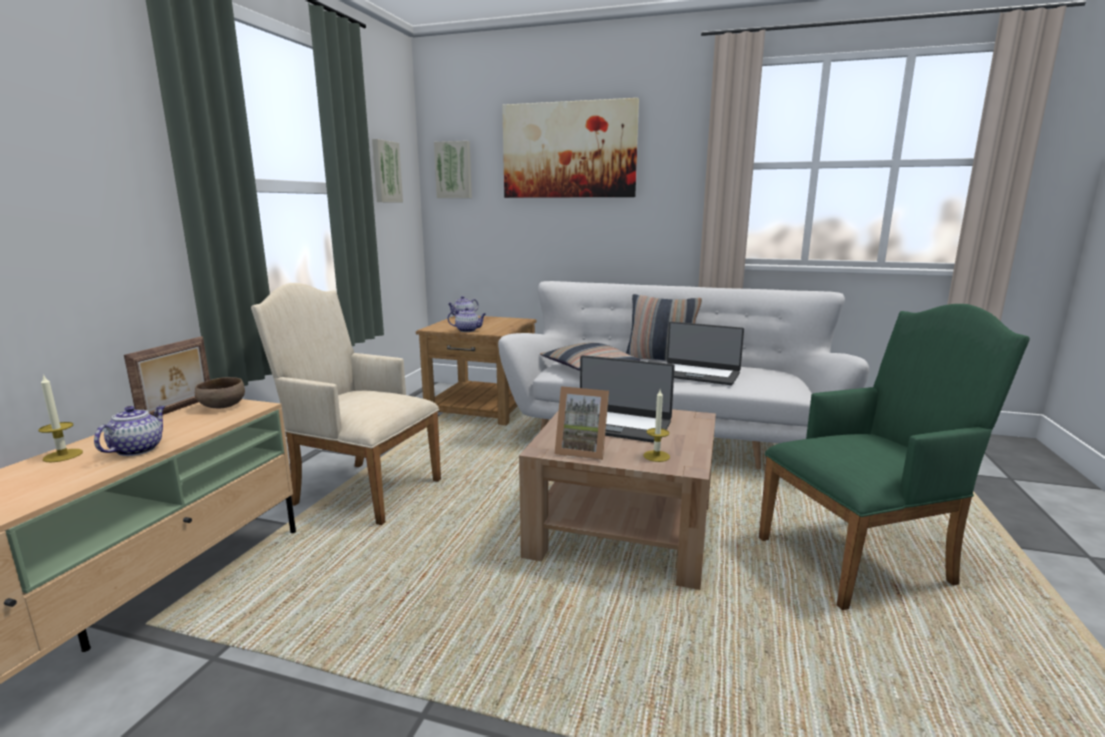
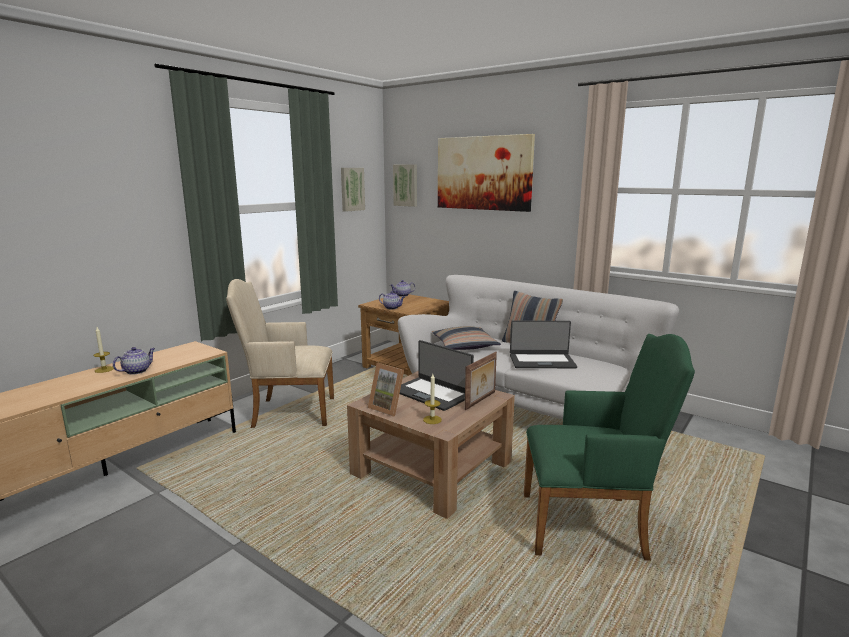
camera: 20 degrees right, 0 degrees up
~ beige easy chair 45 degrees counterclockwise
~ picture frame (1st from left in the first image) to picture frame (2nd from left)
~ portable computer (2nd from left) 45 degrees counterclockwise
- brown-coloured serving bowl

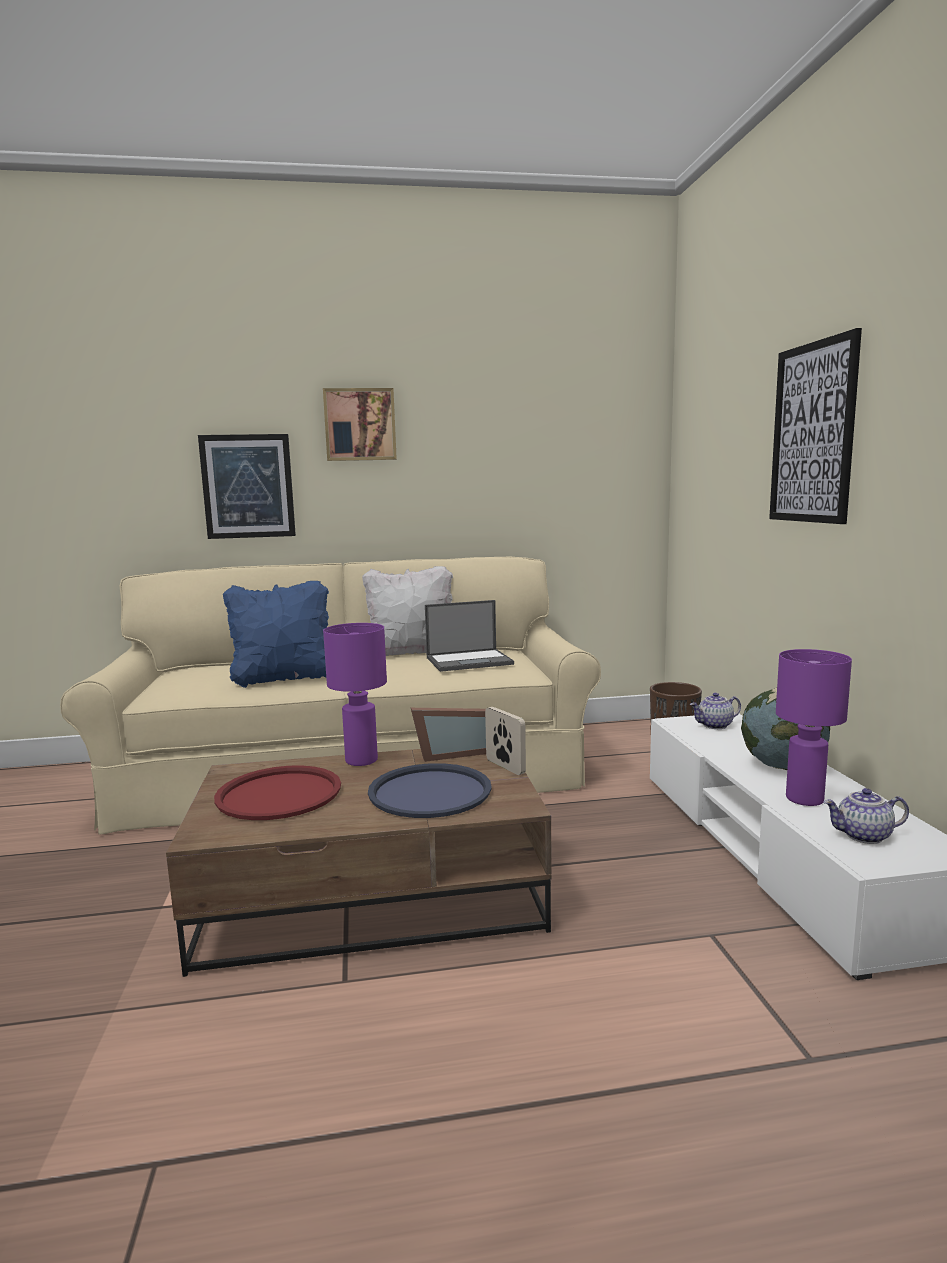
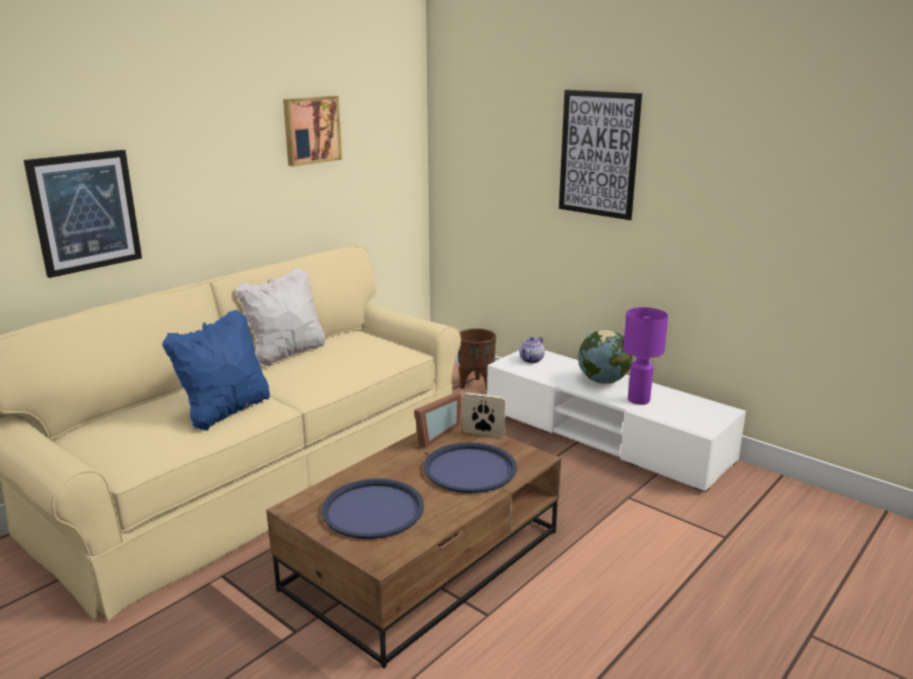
camera: 40 degrees left, 10 degrees up
~ picture (2nd from left)
~ red-coloured carrying tray to blue-coloured carrying tray (1st from left)
- purple lamp for a table (1st from left)
- portable computer
- pot for tea (2nd from left)

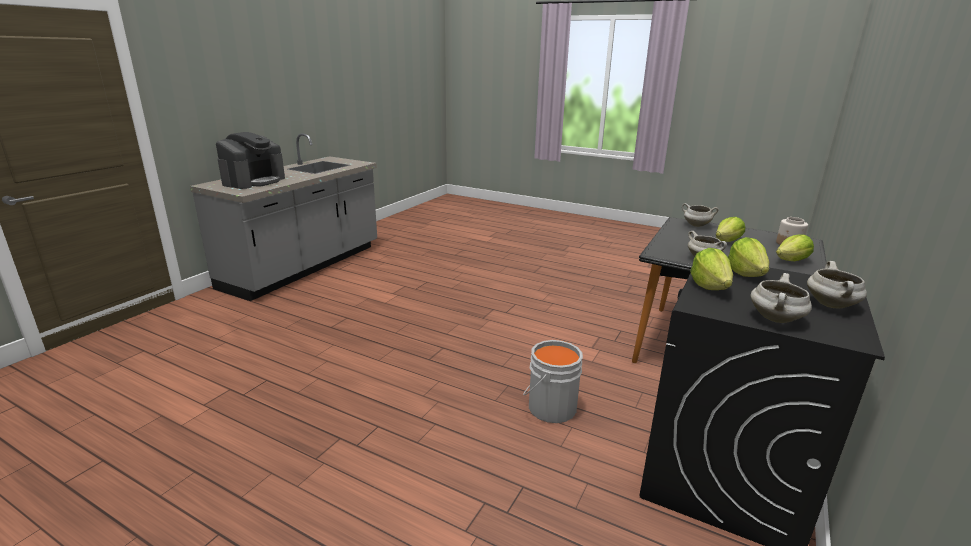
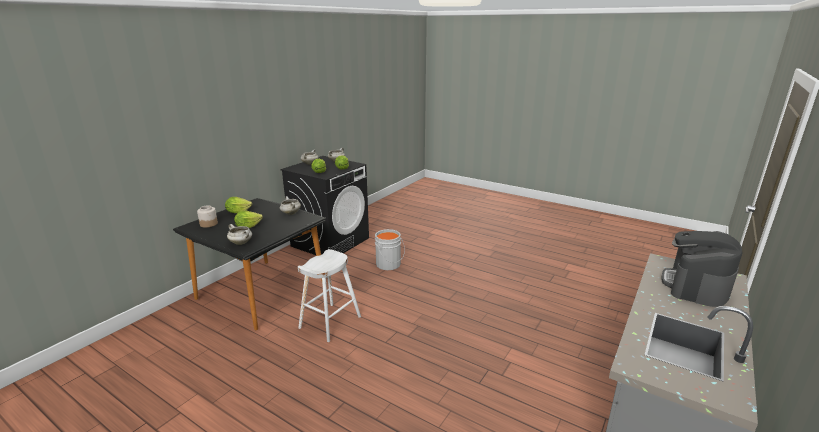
camera: 175 degrees left, 0 degrees up
+ white-coloured stool seat

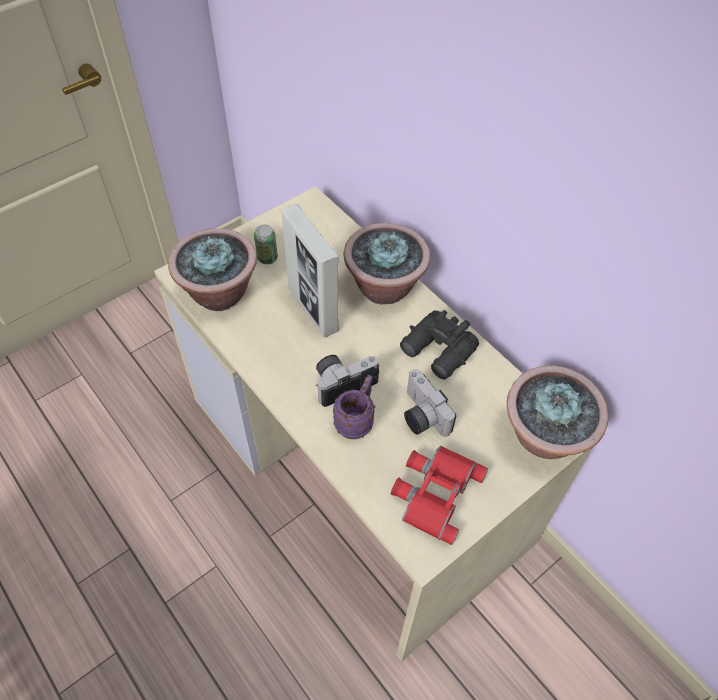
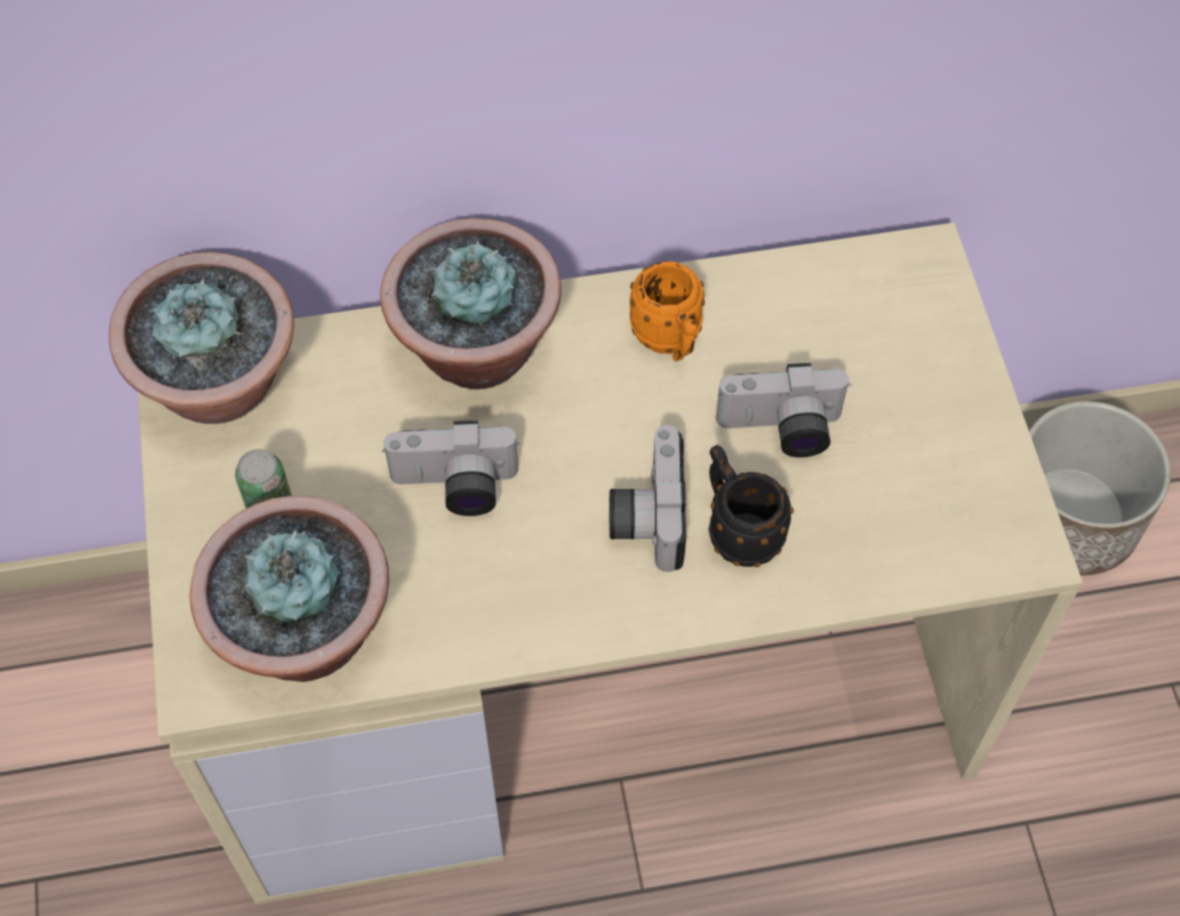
camera: 60 degrees left, 5 degrees up
~ plant in a pot (3rd from left in the first image) to plant in a pot (1st from left)
~ picture frame to still camera (1st from left)
~ black-coloured binoculars to orange coffee mug
~ purple coffee mug to black-coloured coffee mug
+ plant pot
- red-coloured binoculars

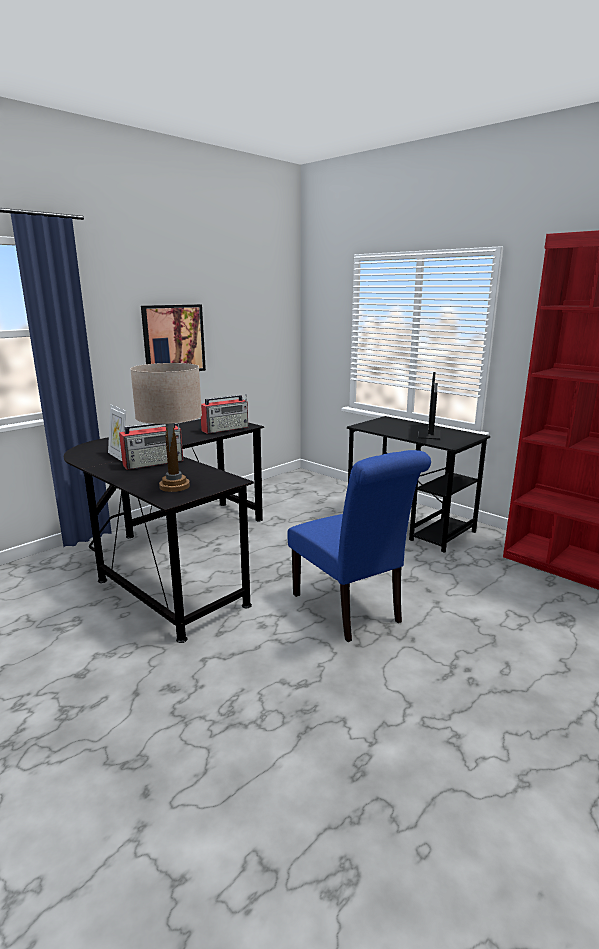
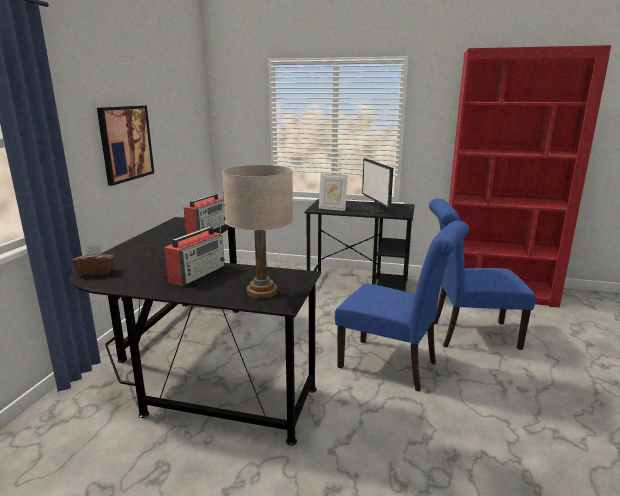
camera: 30 degrees left, 0 degrees up
+ brown-coloured tissue holder
~ picture frame
+ blue-coloured chair (2nd from left)

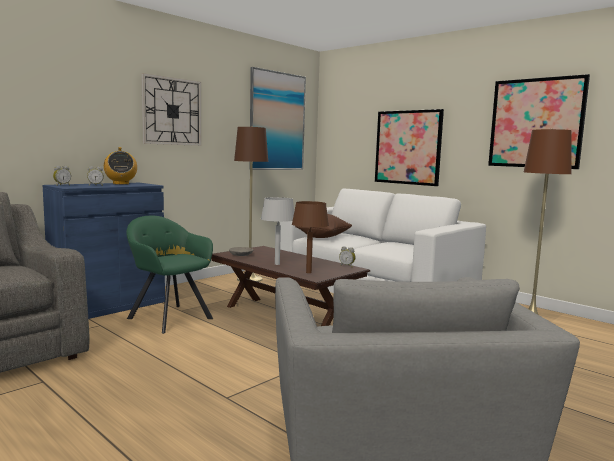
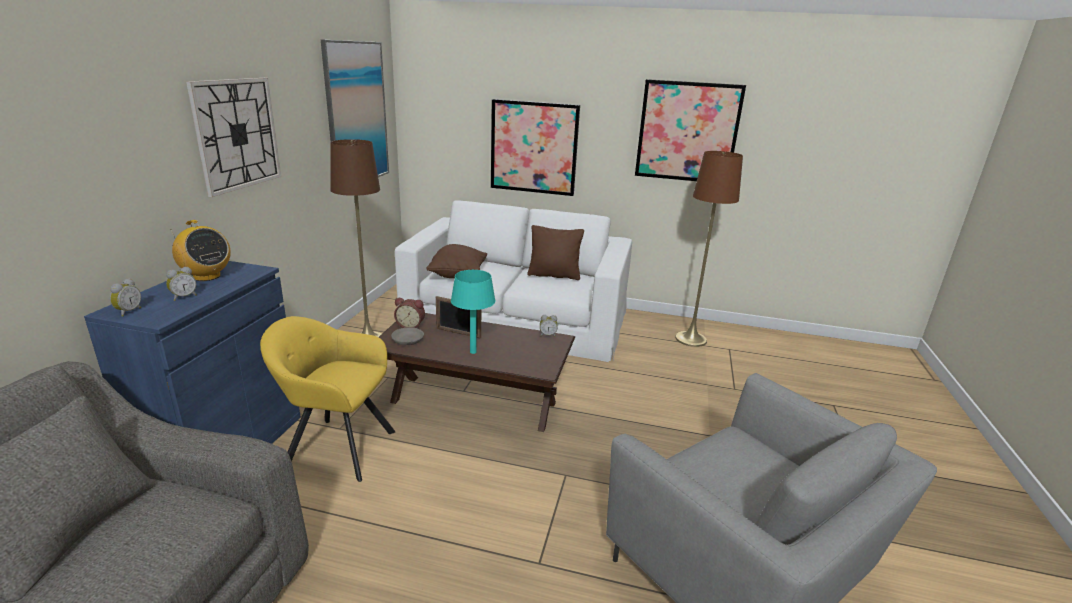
camera: 30 degrees left, 15 degrees up
~ green-coloured easy chair to yellow-coloured easy chair
+ alarm clock (3rd from left)
+ picture frame
~ grey lamp for a table to turquoise lamp for a table
+ brown-coloured cushion (2nd from left)
- brown-coloured lamp for a table

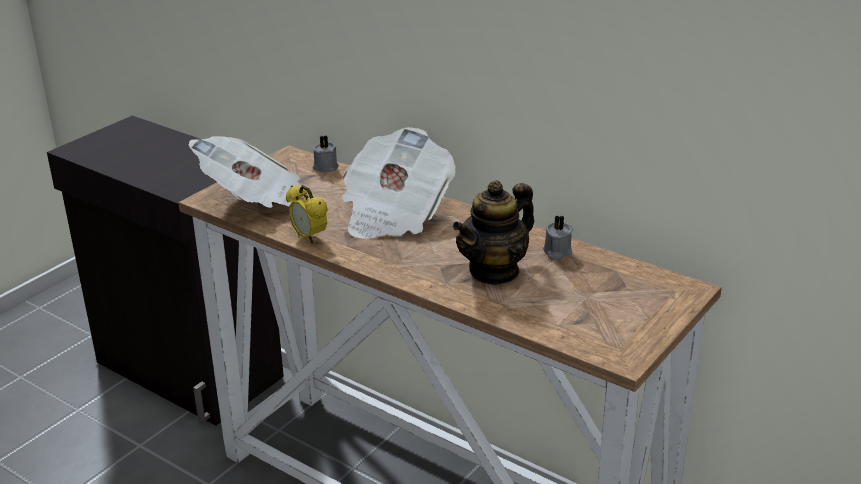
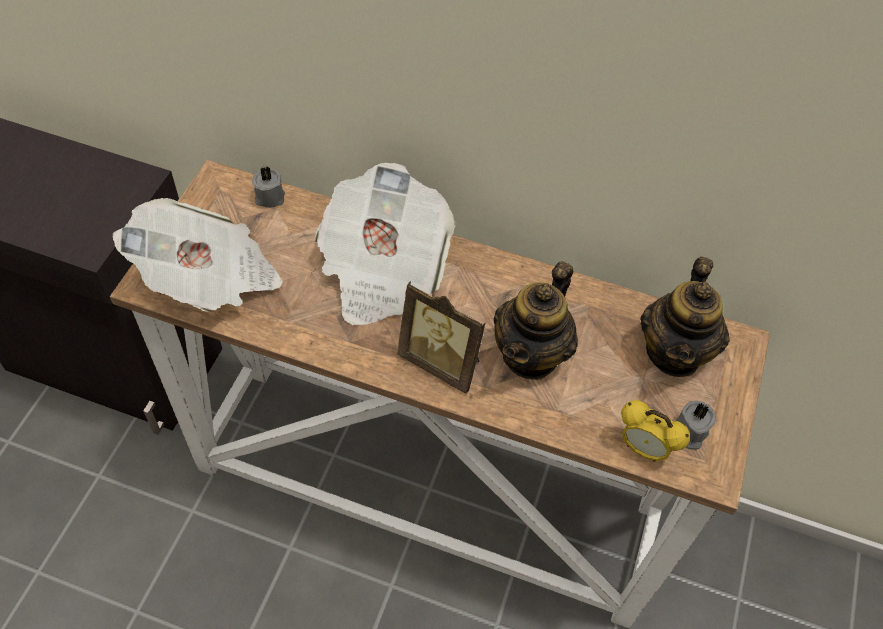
camera: 20 degrees left, 25 degrees up
+ picture frame
~ alarm clock
+ pot for tea (2nd from left)
~ grey wax light (2nd from left)

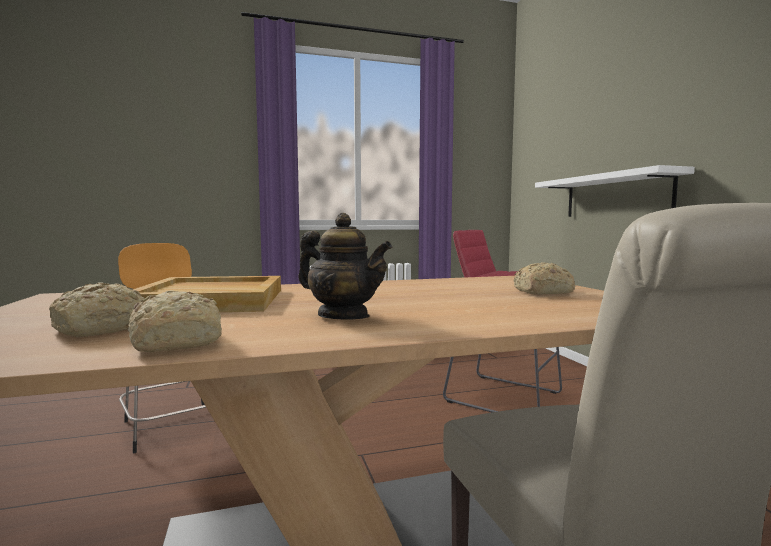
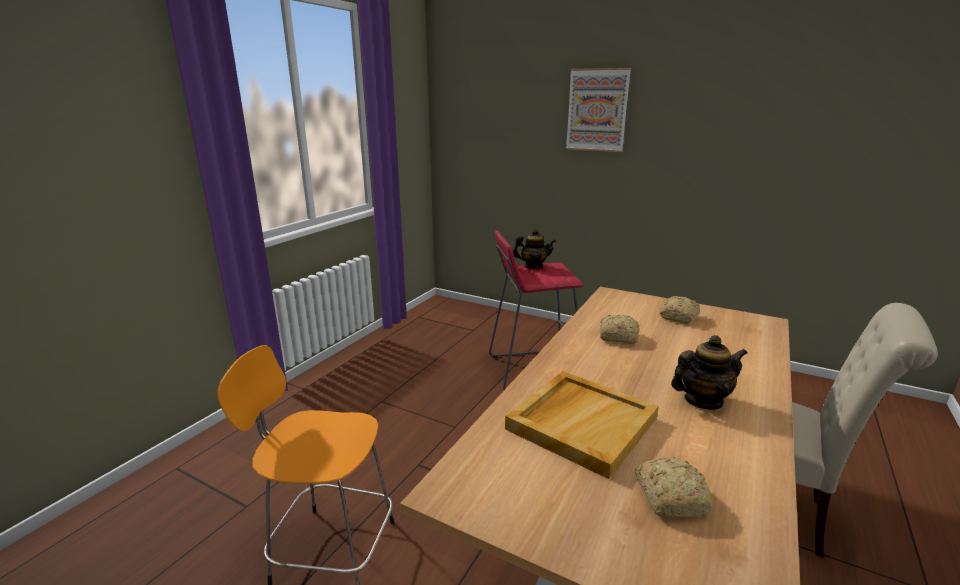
camera: 45 degrees left, 15 degrees up
+ pot for tea (1st from left)
+ picture
~ bread (2nd from left in the first image) to bread (1st from left)
- white-coloured shelf

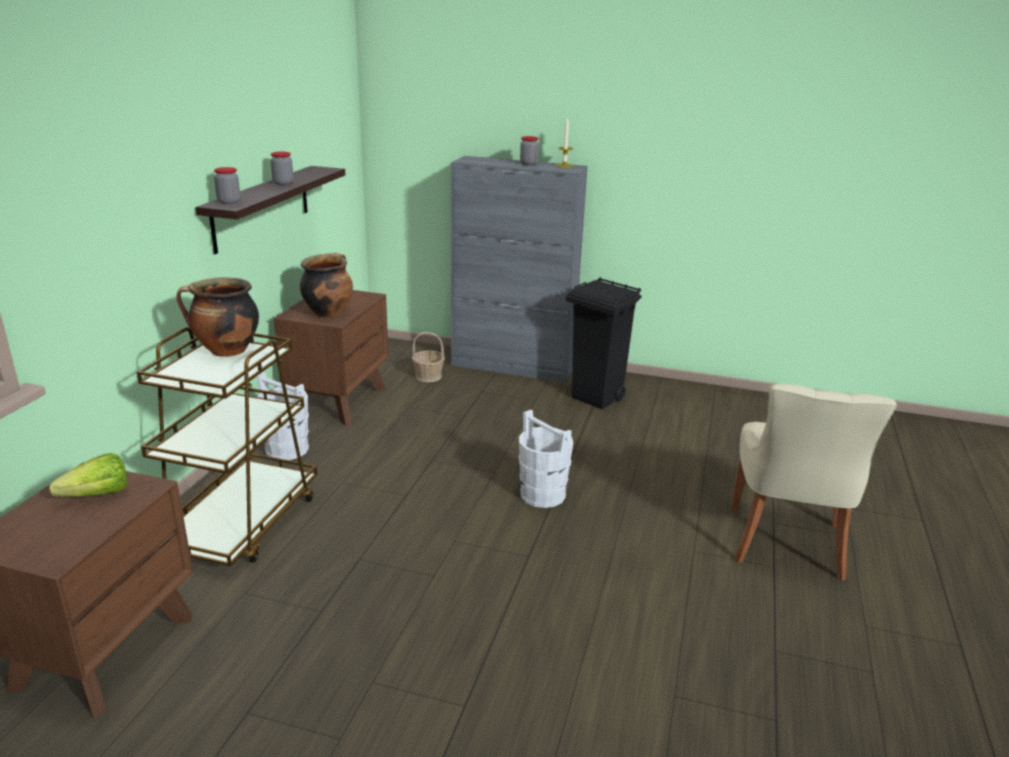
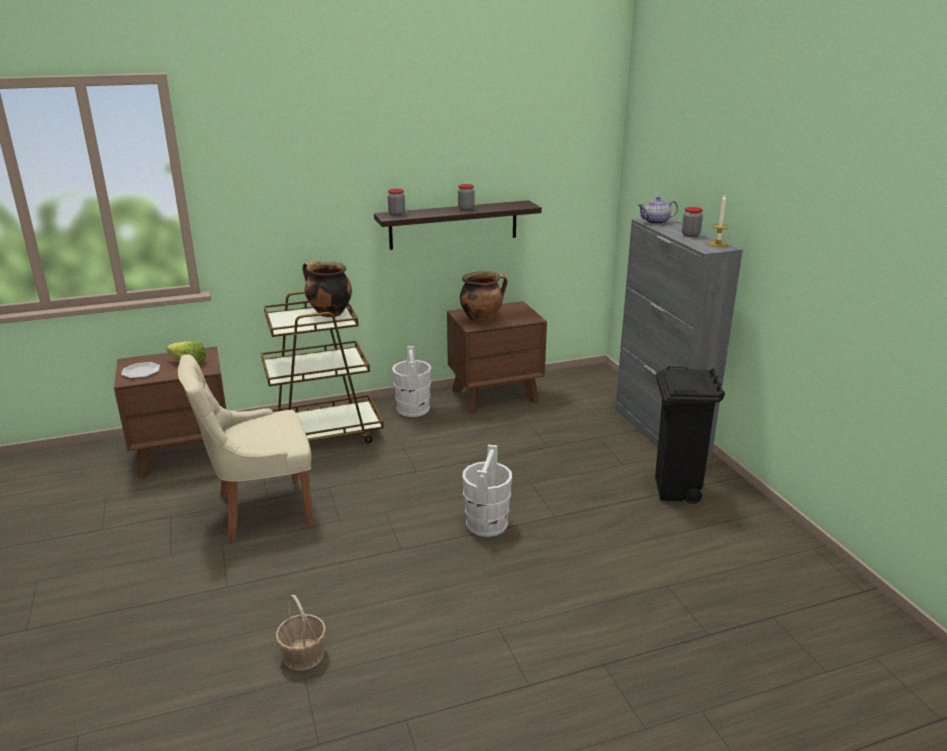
camera: 55 degrees right, 0 degrees up
+ plate
~ beige chair
~ household basket
+ pot for tea

